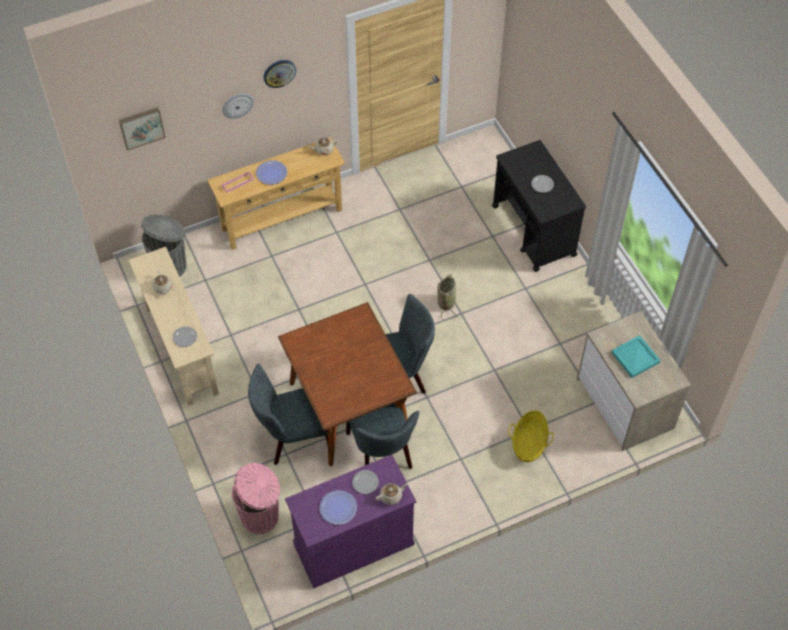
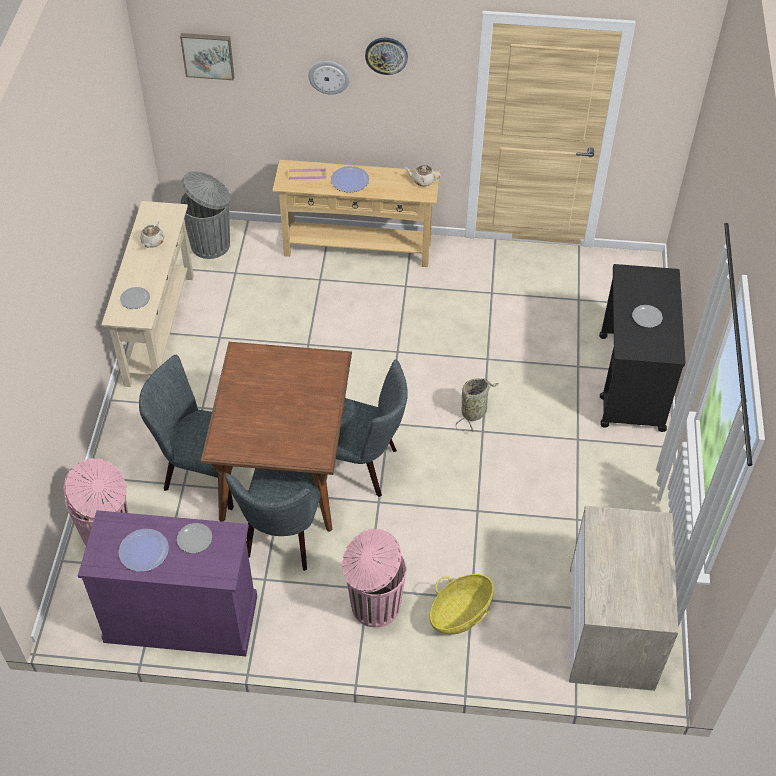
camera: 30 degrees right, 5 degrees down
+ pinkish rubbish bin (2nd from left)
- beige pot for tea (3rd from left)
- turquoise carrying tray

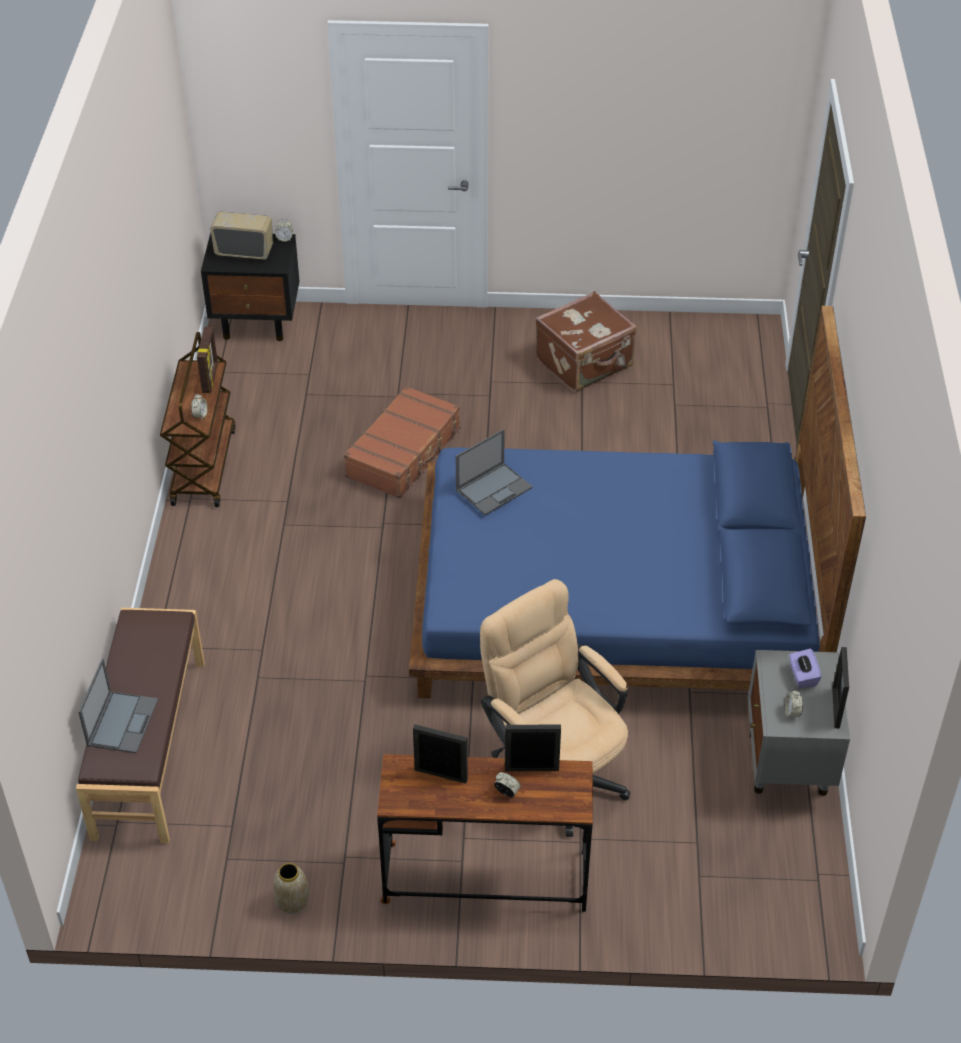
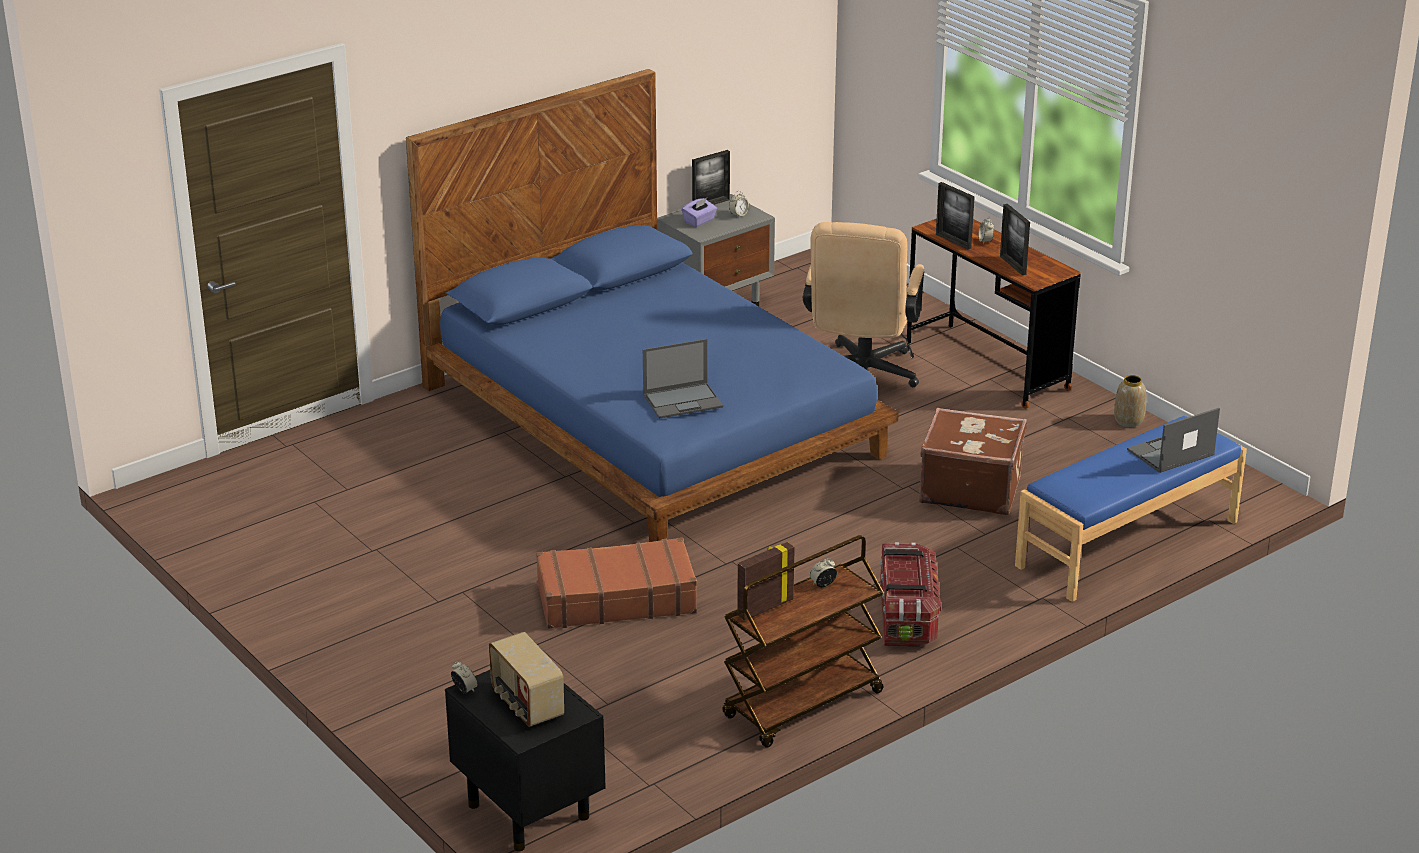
camera: 130 degrees left, 15 degrees down
~ portable computer (2nd from left in the first image) 150 degrees clockwise
+ storage container
~ brown-coloured travel case (2nd from left)
~ brown-coloured indoor bench to blue-coloured indoor bench

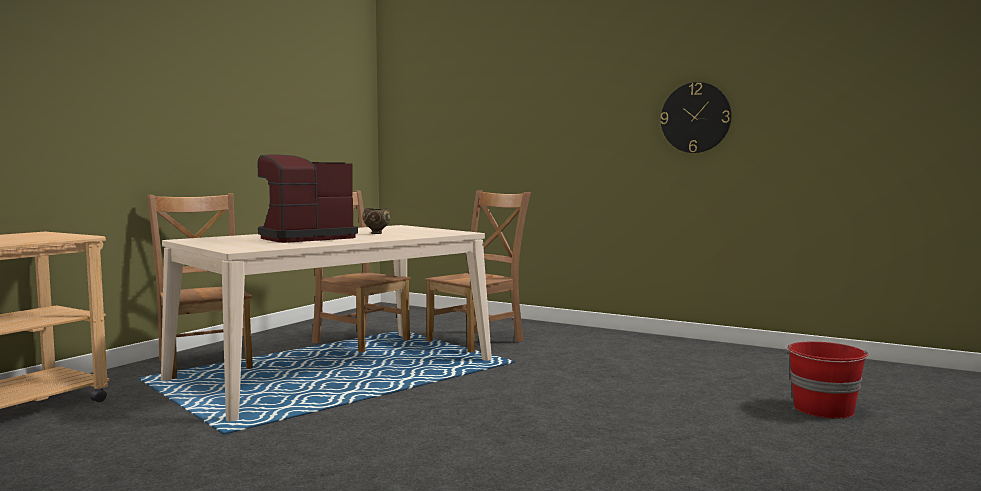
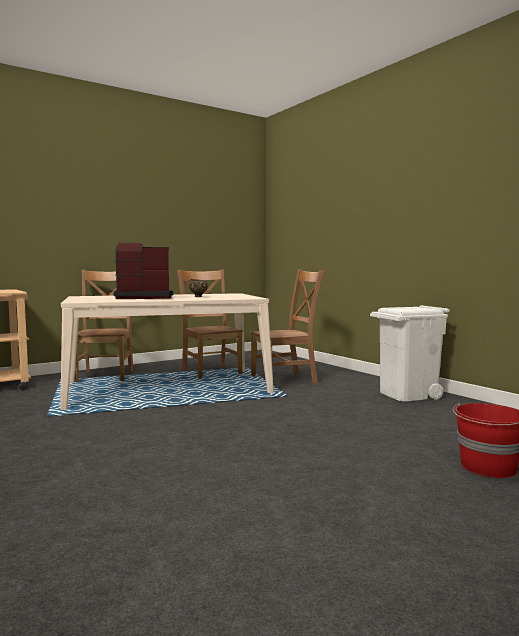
camera: 25 degrees right, 0 degrees up
+ white-coloured rubbish bin
- clock on the wall

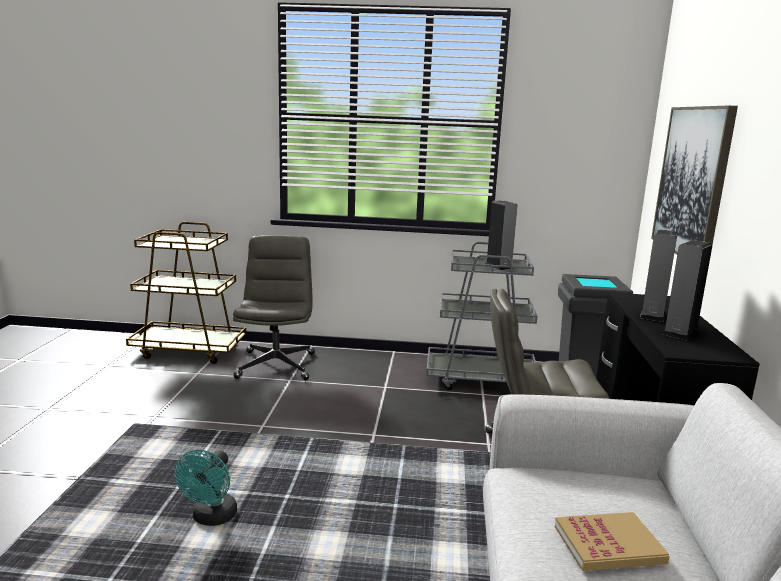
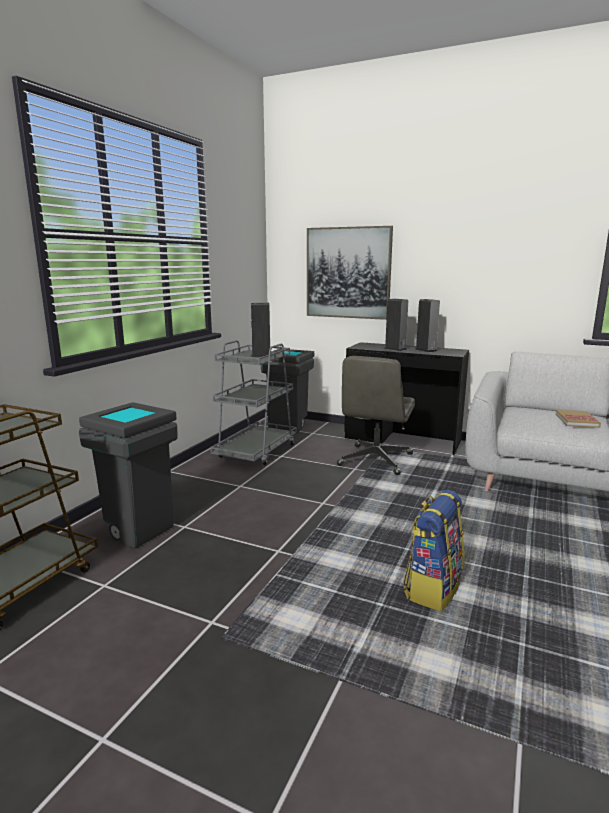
camera: 70 degrees left, 0 degrees up
~ grey office chair (1st from left) to grey rubbish bin (1st from left)
~ turquoise electric fan to rucksack

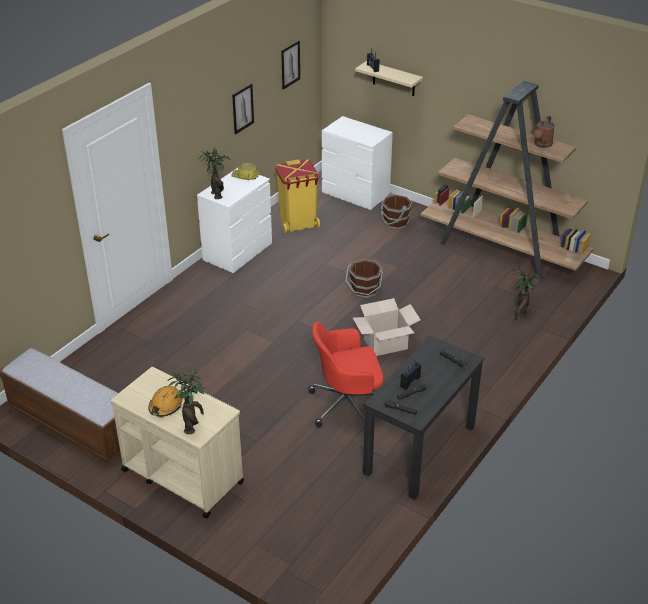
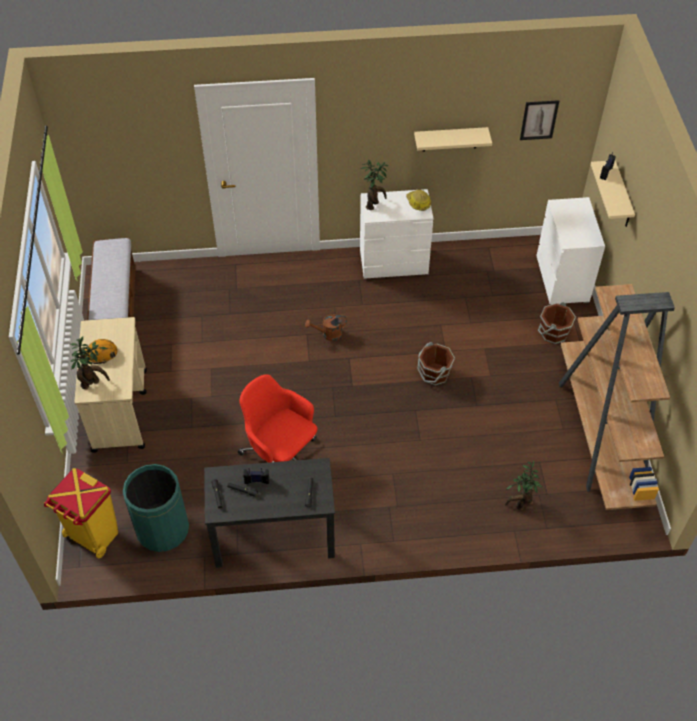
camera: 50 degrees right, 15 degrees up
~ yellow-coloured rubbish bin
+ green-coloured rubbish bin
~ brown-coloured sprinkling can
~ picture (1st from left) to beige shelf (1st from left)
- cardboard box

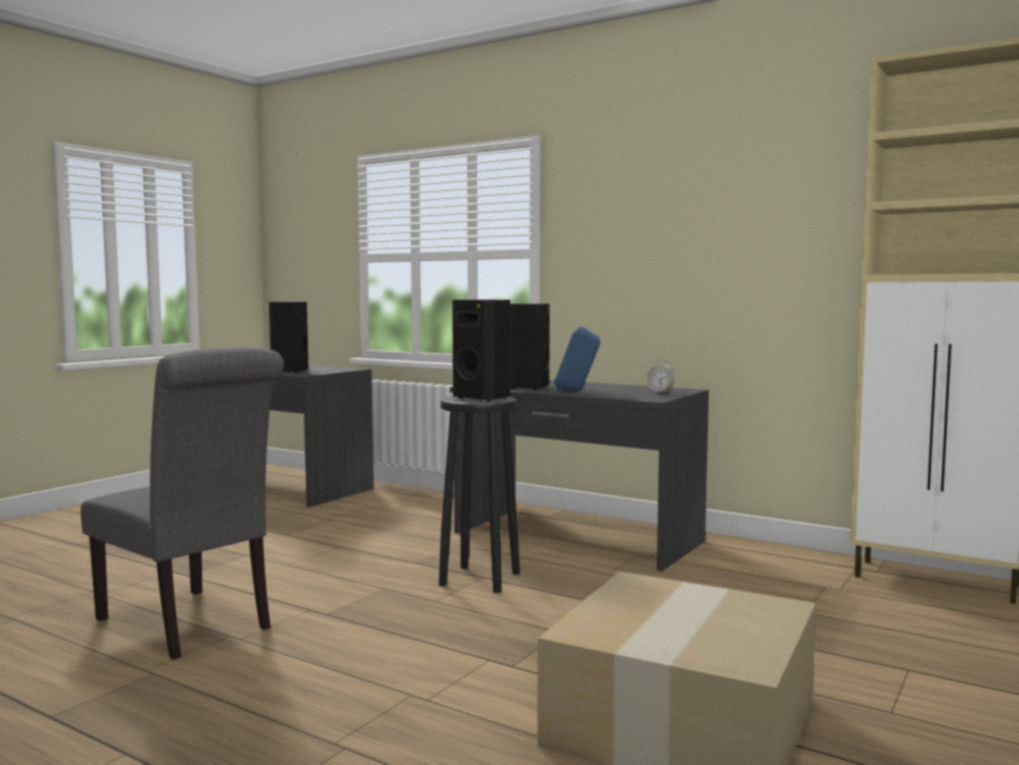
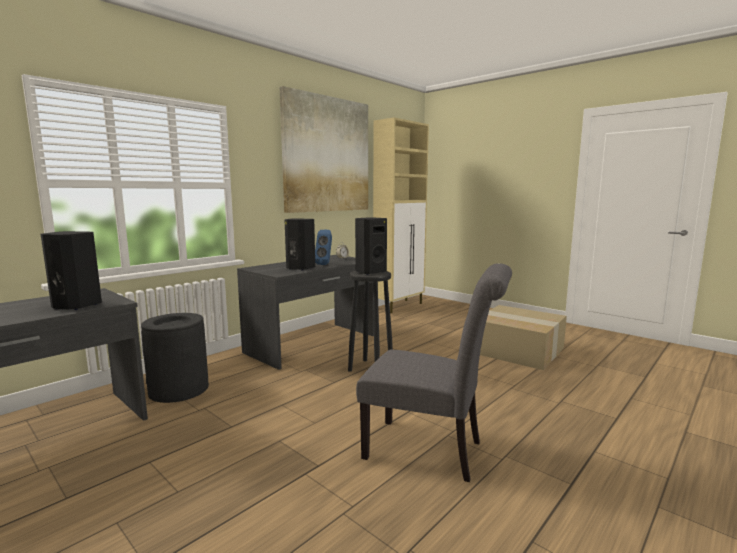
camera: 80 degrees left, 5 degrees up
+ black-coloured rubbish bin
+ picture
~ grey chair 60 degrees clockwise

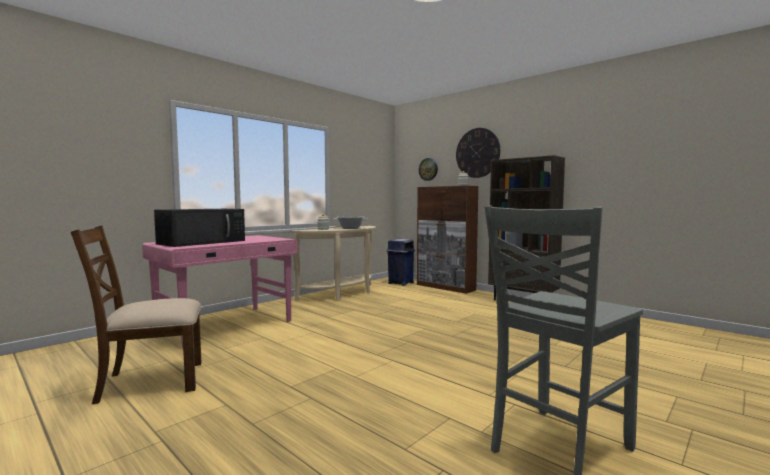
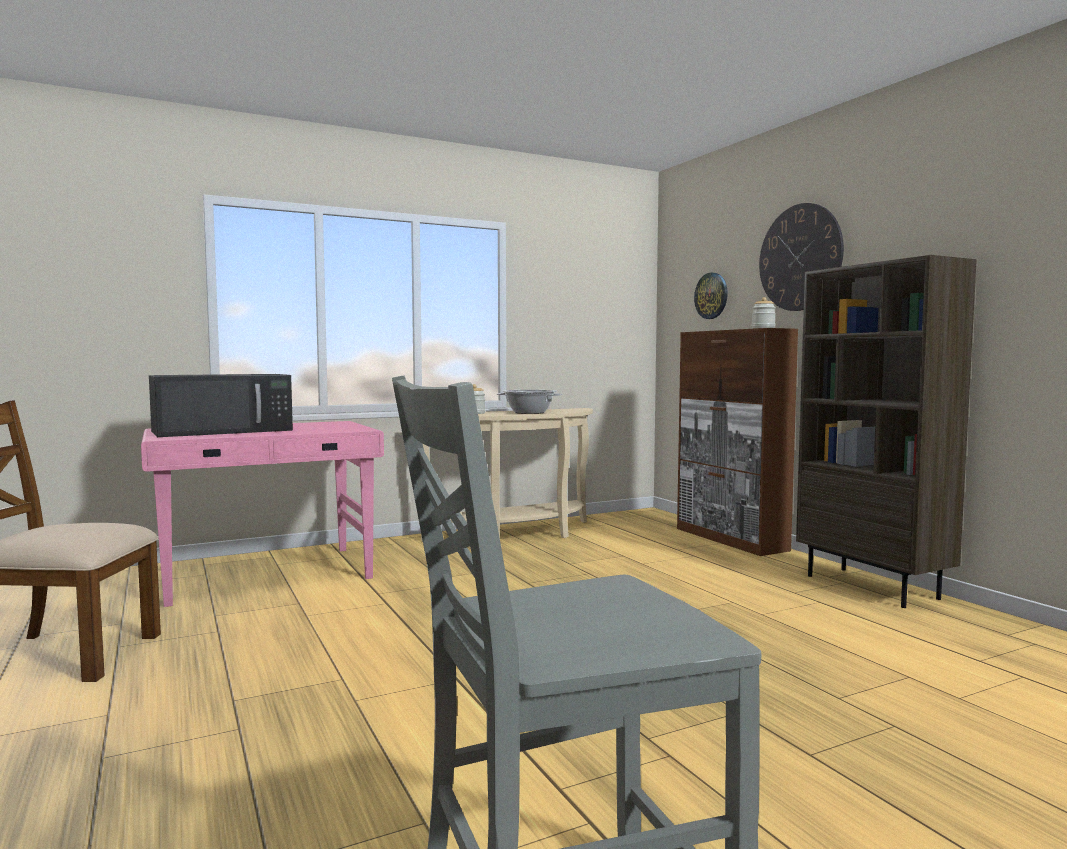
camera: 20 degrees right, 0 degrees up
- blue-coloured rubbish bin

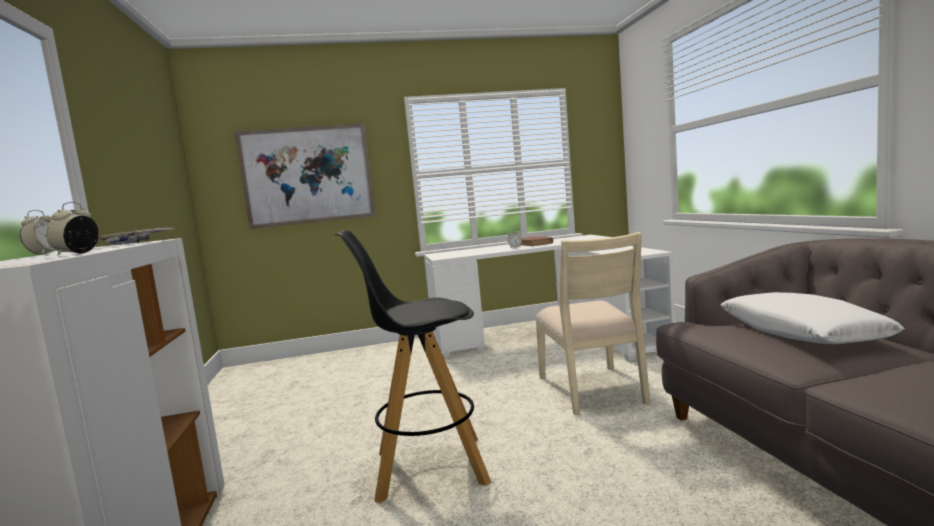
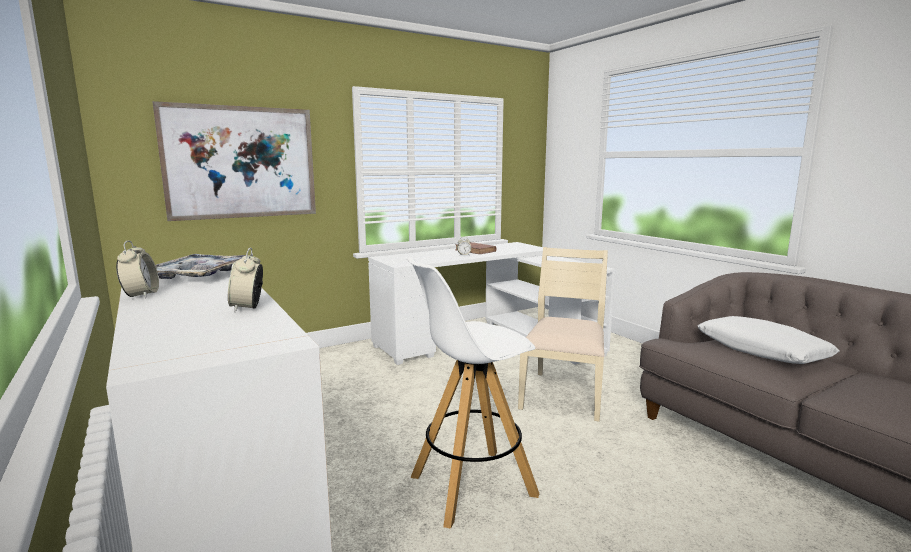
camera: 20 degrees left, 5 degrees up
~ black-coloured stool seat to white-coloured stool seat
~ beige chair 135 degrees counterclockwise

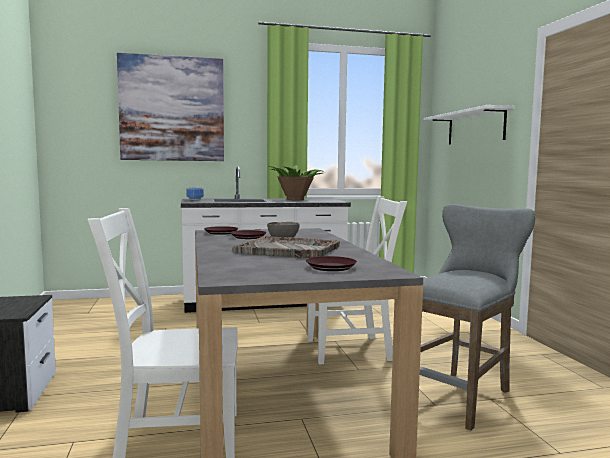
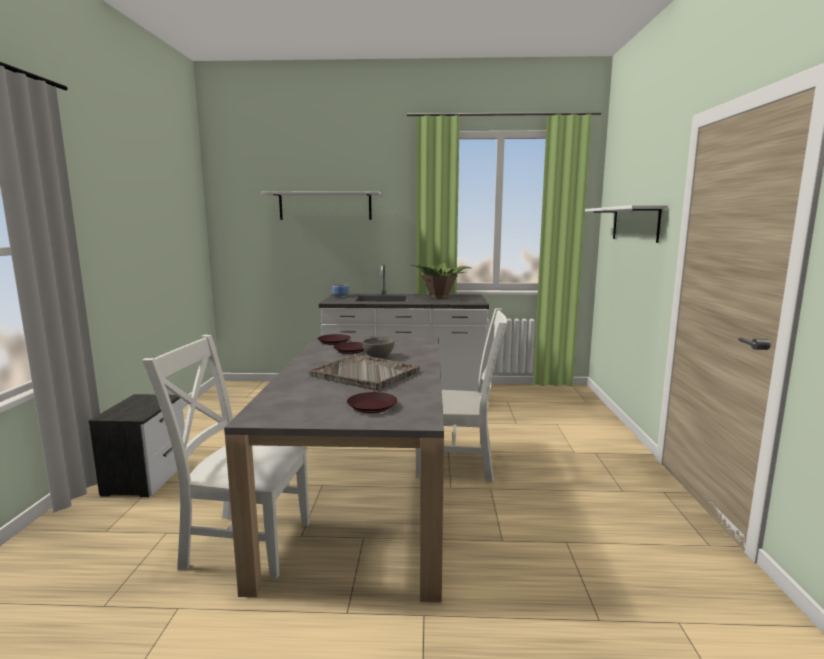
camera: 15 degrees right, 5 degrees up
~ picture to white-coloured shelf (1st from left)
- grey stool seat

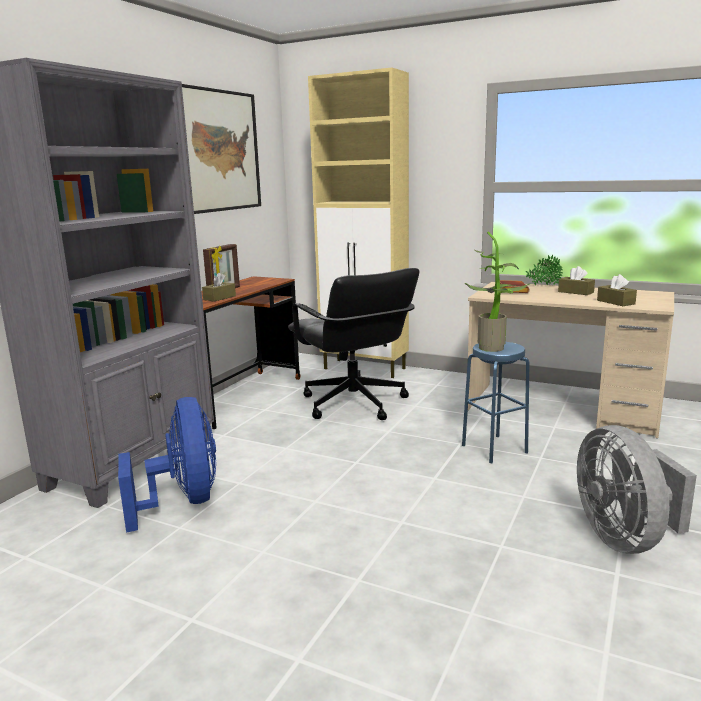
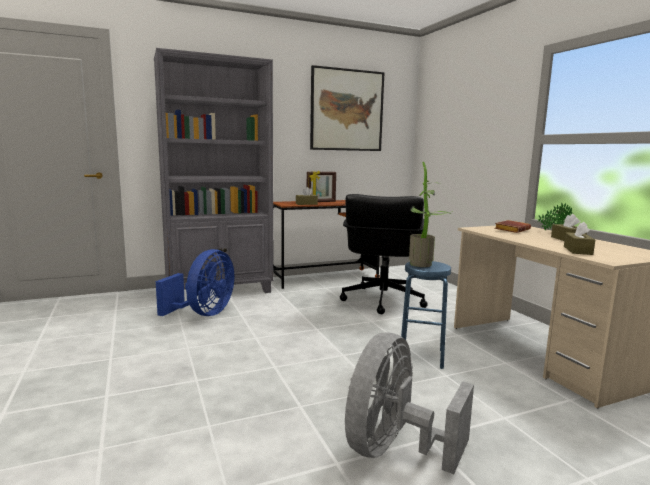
camera: 40 degrees right, 5 degrees down
- beige storage cabinet

